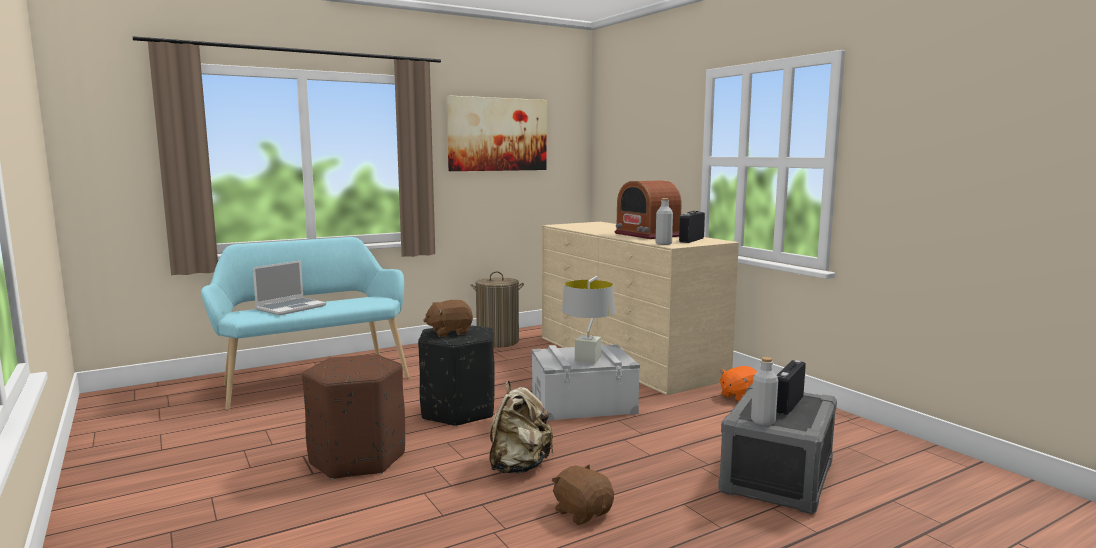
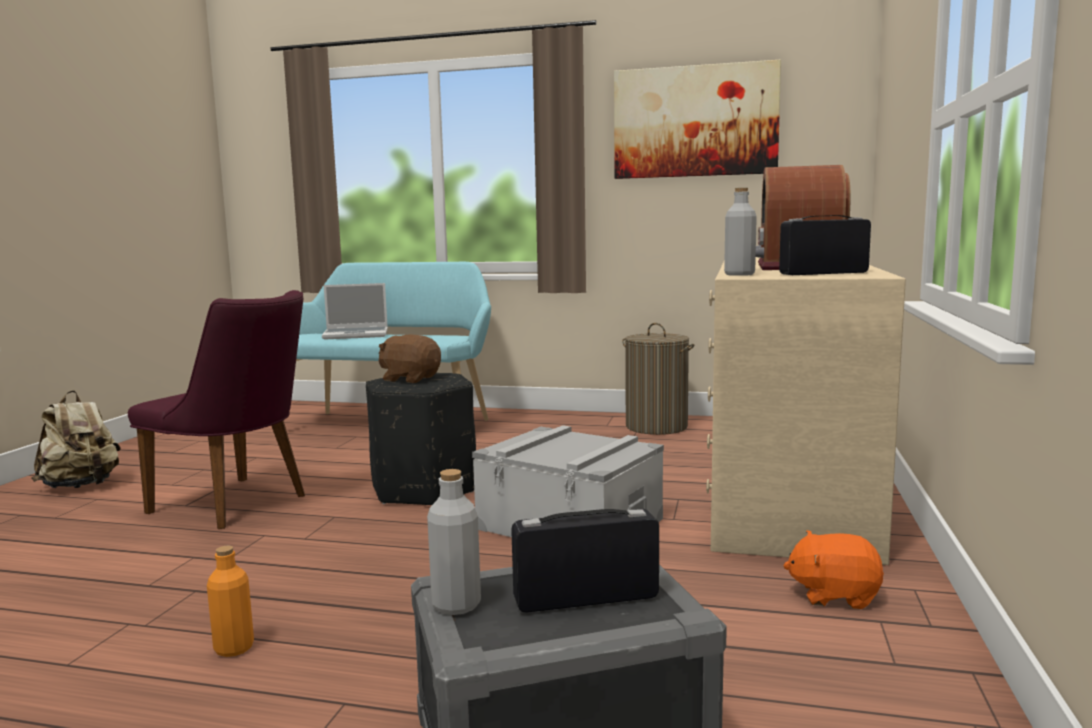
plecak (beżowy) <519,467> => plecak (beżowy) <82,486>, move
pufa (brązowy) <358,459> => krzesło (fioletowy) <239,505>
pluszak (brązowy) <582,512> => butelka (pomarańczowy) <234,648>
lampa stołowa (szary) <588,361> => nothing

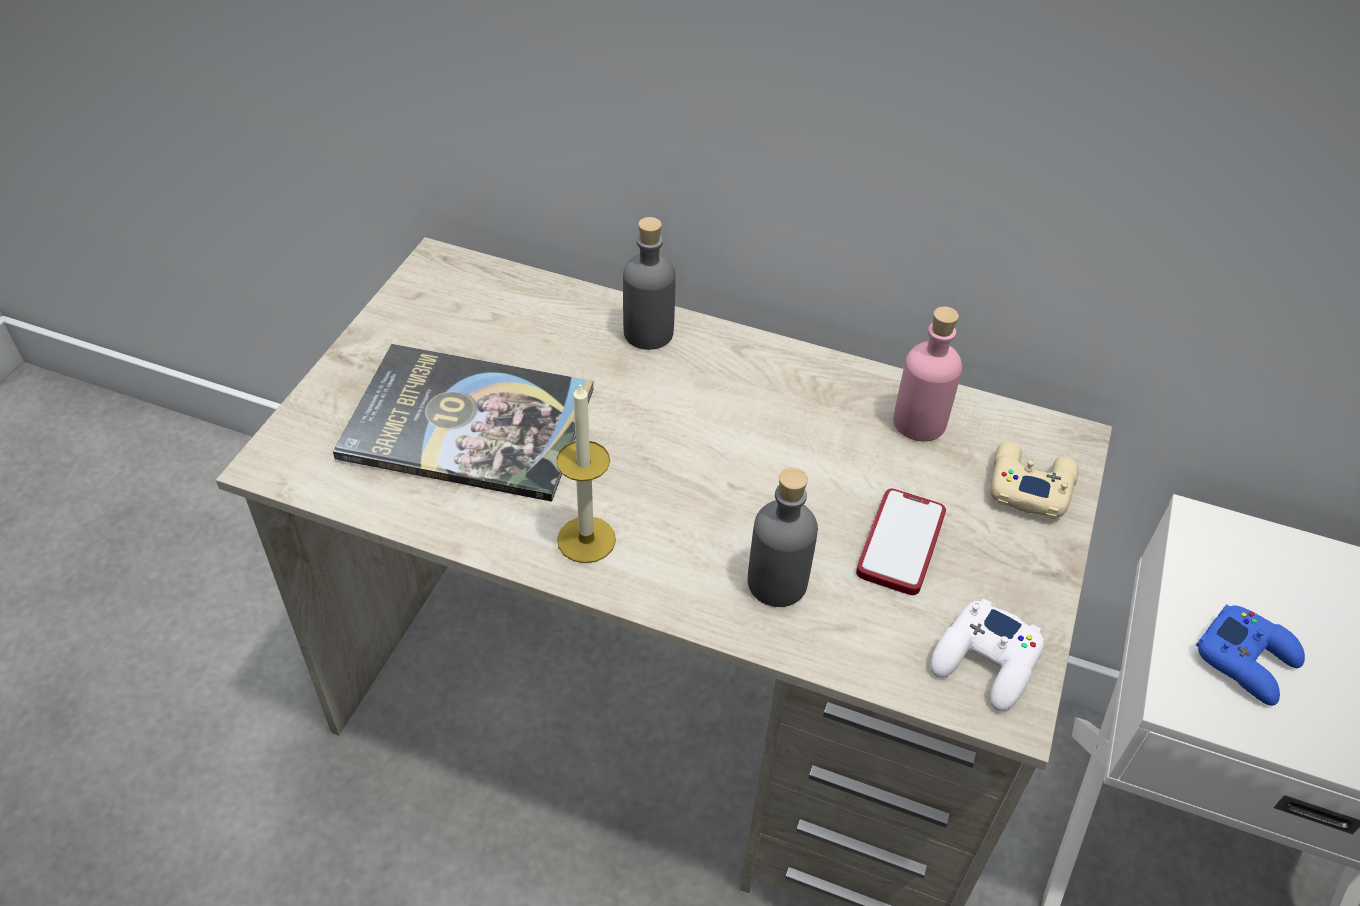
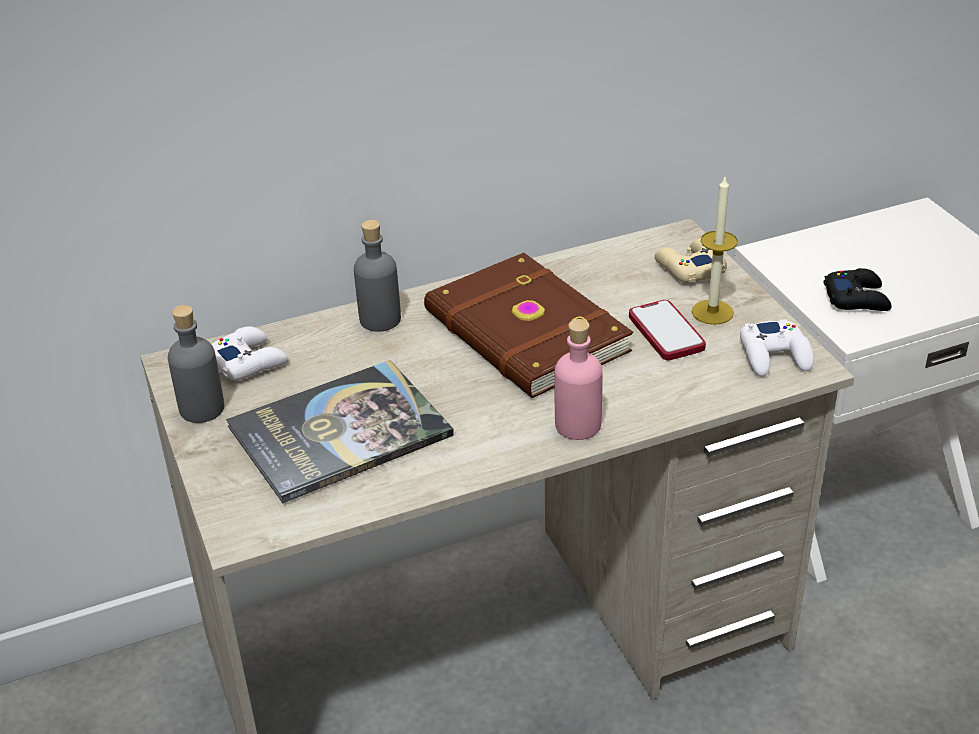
butelka (szary) <777,583> => butelka (szary) <202,408>, move
nothing => pad do gier (biały) <248,361>
nothing => książka (brązowy) <524,334>
butelka (różowy) <919,422> => butelka (różowy) <577,425>, move
świeca <586,539> => świeca <712,312>, move
pad do gier (niebieski) <1247,660> => pad do gier (czarny) <857,298>

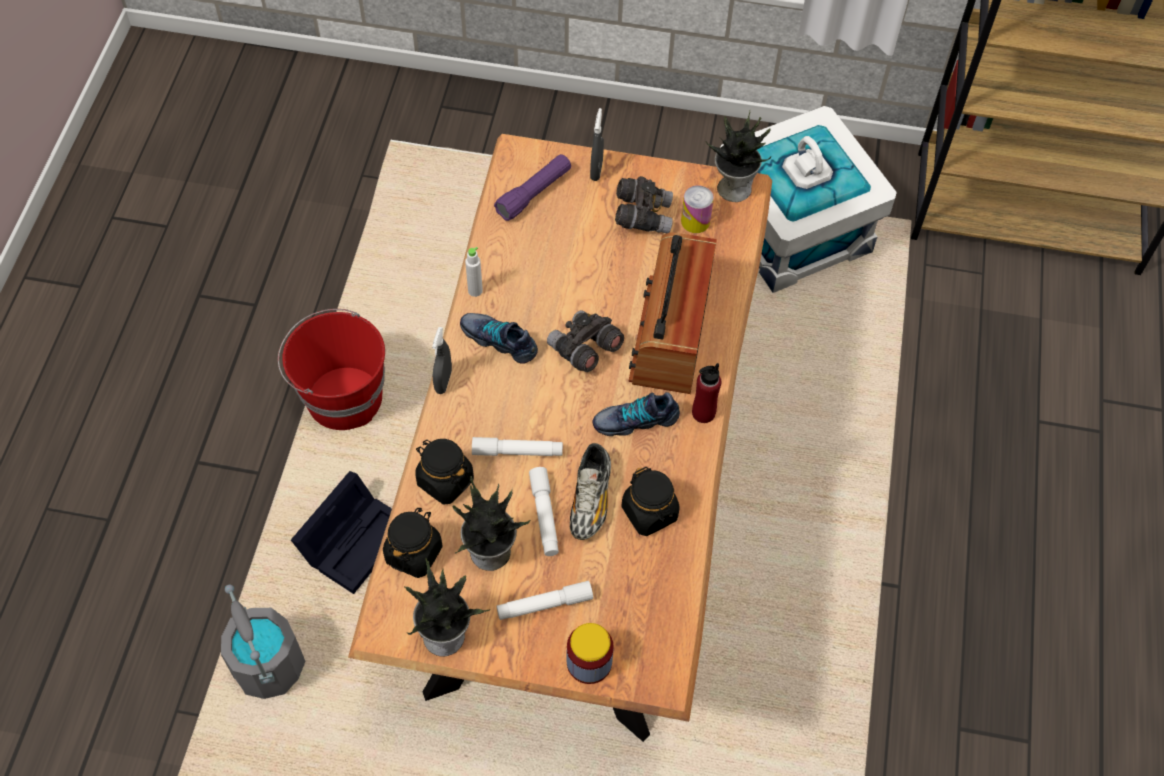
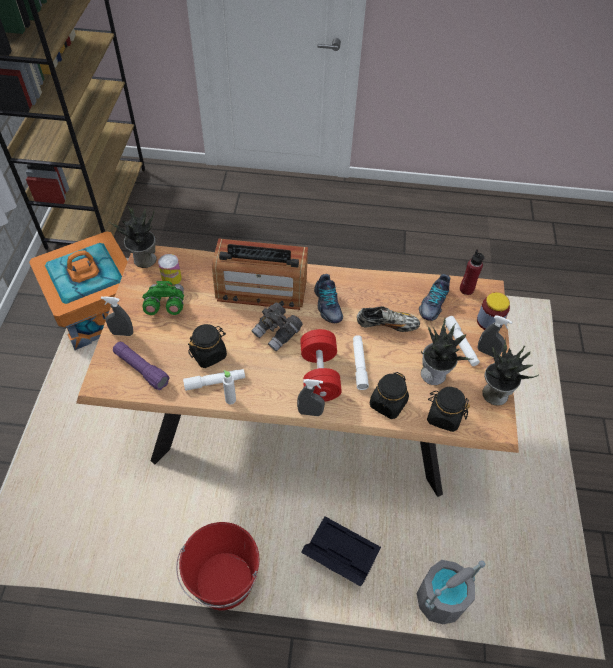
pojemnik do przechowywania (biały) <794,231> => pojemnik do przechowywania (pomarańczowy) <98,310>
lornetka (szary) <642,215> => lornetka (zielony) <165,306>
latarka (biały) <544,515> => latarka (biały) <215,382>, move
słoik (czarny) <650,512> => słoik (czarny) <209,354>, move
nothing => hantel (czerwony) <319,375>
but <499,340> => but <433,303>, move
butelka (czerwony) <703,413> => butelka (czerwony) <466,289>, move
nothing => spryskiwacz (szary) <487,352>

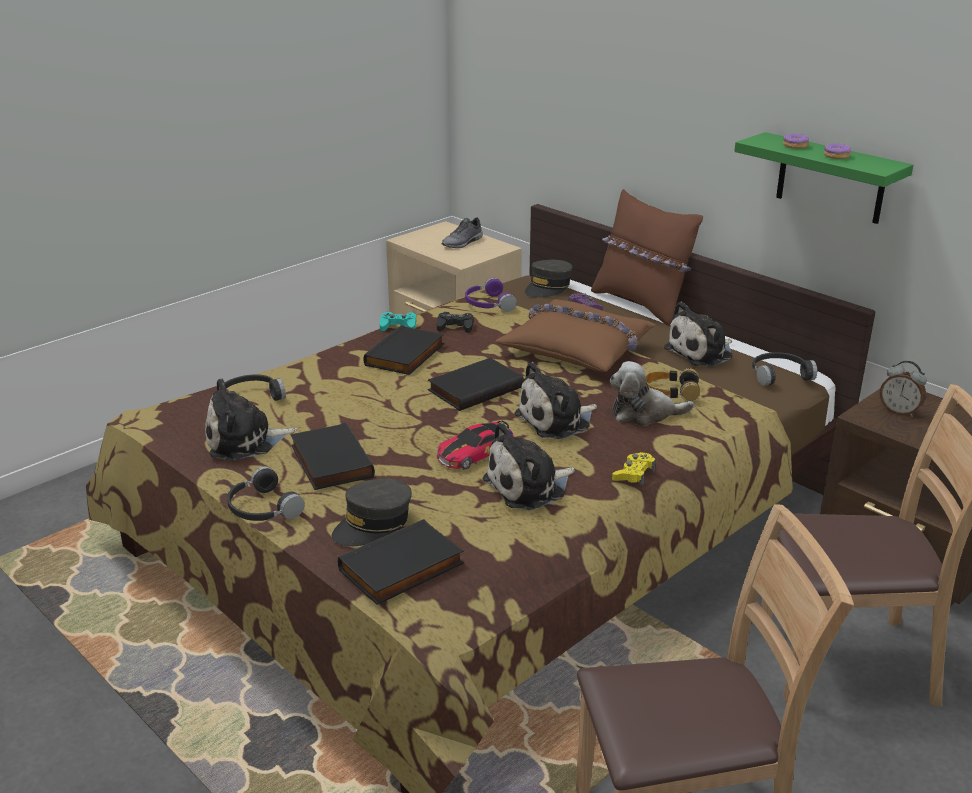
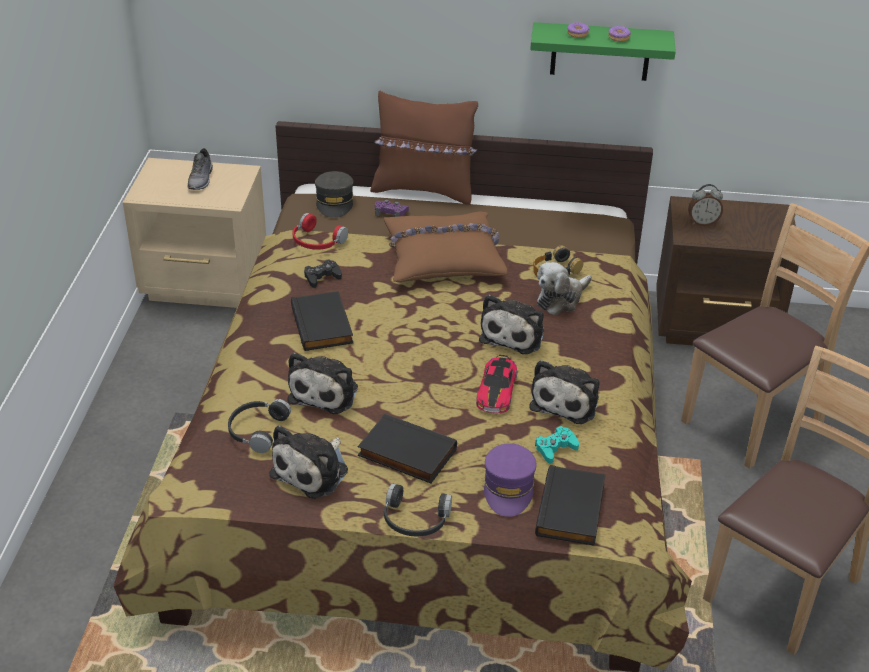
pluszak <702,352> => pluszak <326,391>, move
słuchawki (fioletowy) <487,304> => słuchawki (czerwony) <316,242>
czapka z daszkiem (szary) <373,524> => czapka z daszkiem (fioletowy) <509,487>
pad do gier (turkusowy) <398,326> => pad do gier (turkusowy) <555,448>, move
książka (czarny) <475,388> => nothing
pad do gier (żółty) <634,474> => nothing
słuchawki (czarny) <779,375> => nothing

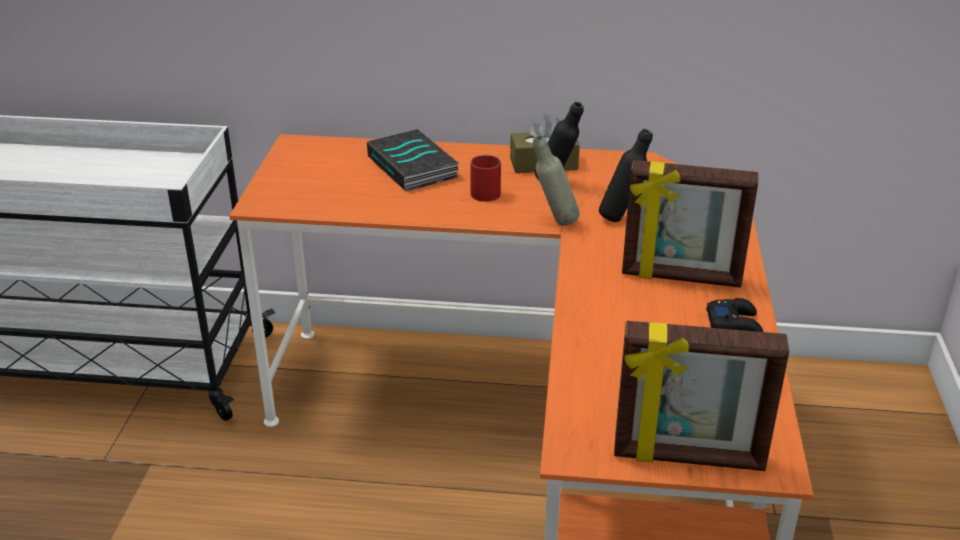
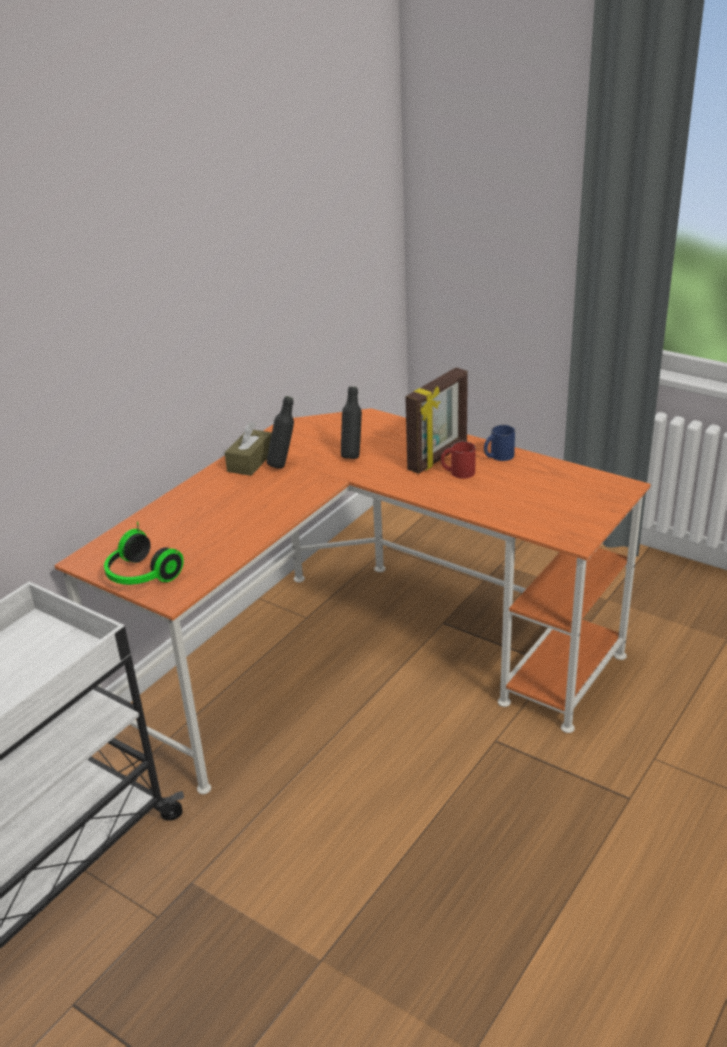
nothing => słuchawki <140,576>
kubek (czerwony) <483,191> => kubek (czerwony) <457,472>, move
pad do gier (czarny) <734,323> => kubek (niebieski) <498,456>
książka <414,167> => nothing
butelka (szary) <554,223> => nothing
ramka na zdjęcie <688,458> => nothing

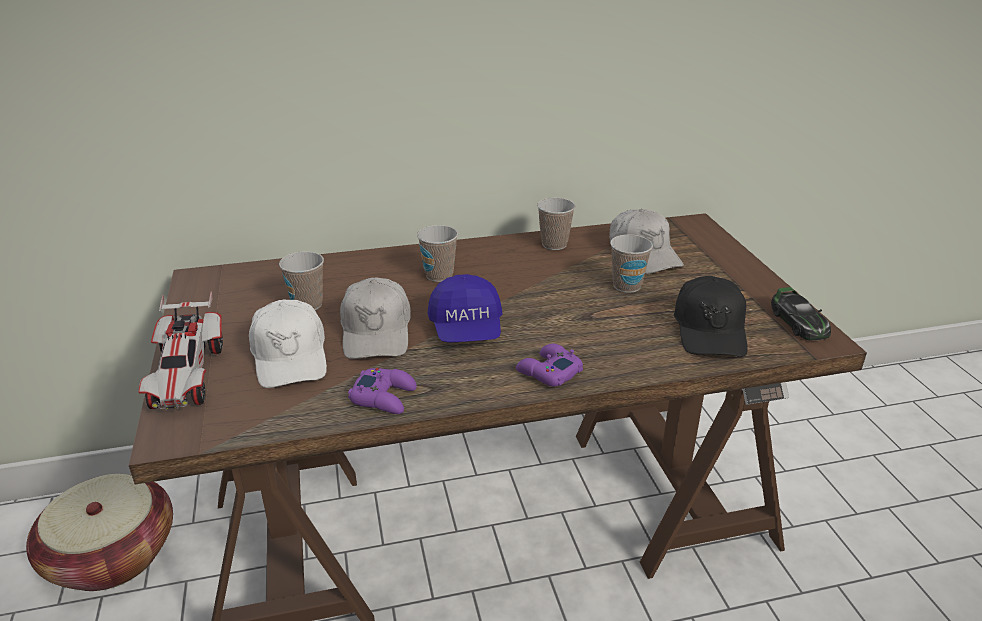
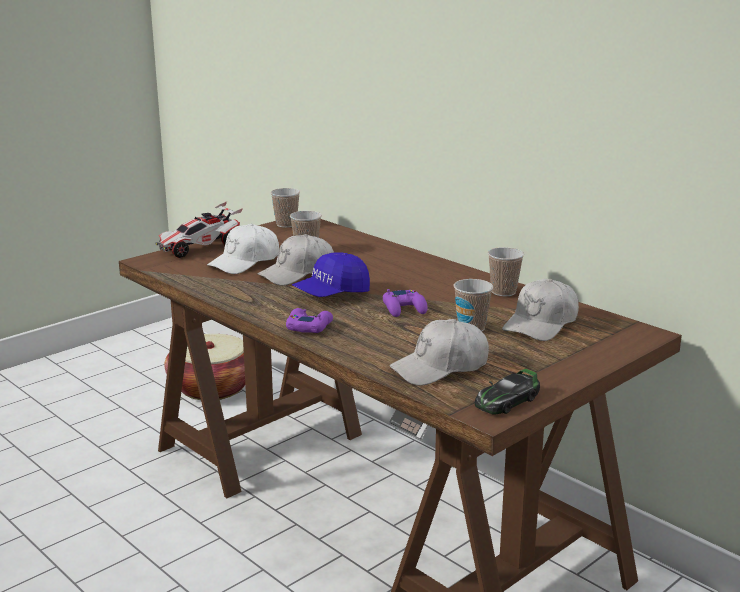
filiżanka <439,275> => filiżanka <286,224>, move
pad do gier (fioletowy) <384,397> => pad do gier (fioletowy) <404,308>, move
czapka z daszkiem (czarny) <710,330> => czapka z daszkiem (biały) <440,368>

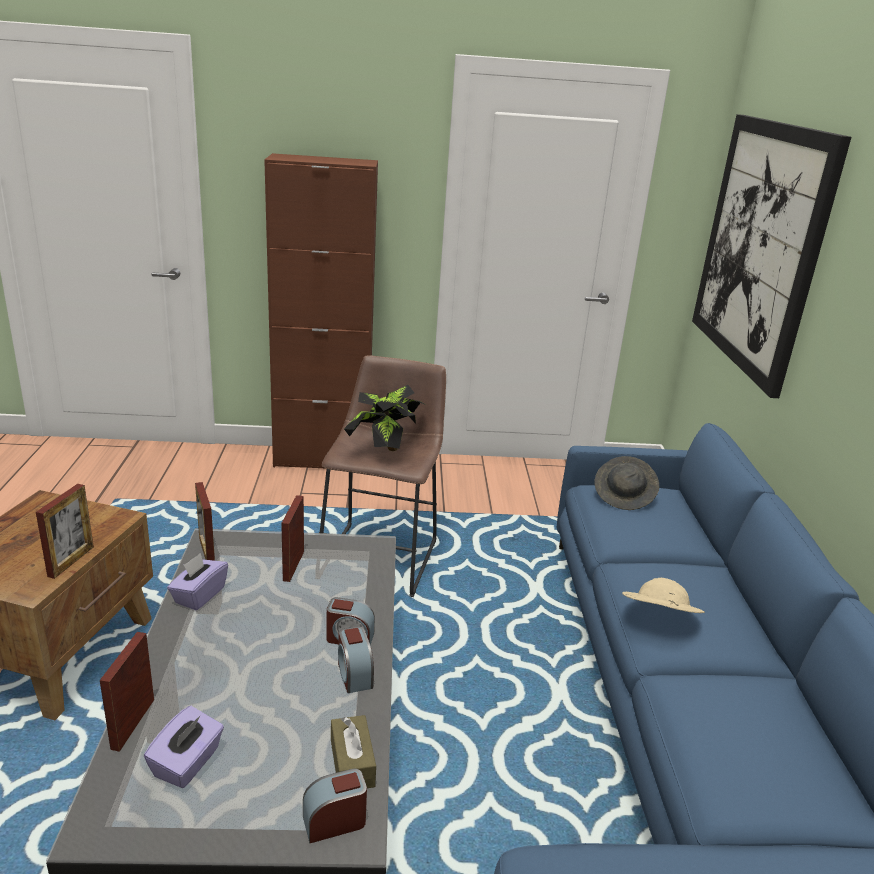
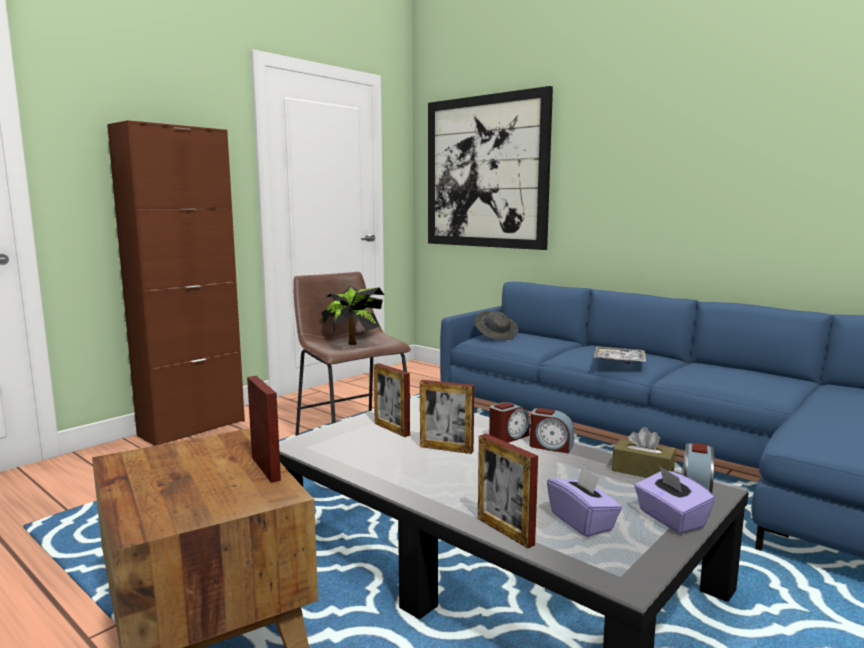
ramka na zdjęcie <207,551> => ramka na zdjęcie <446,449>, move
kapelusz (beżowy) <658,618> => taca <619,361>
pudełko chusteczek (fioletowy) <199,595> => pudełko chusteczek (fioletowy) <670,519>, move

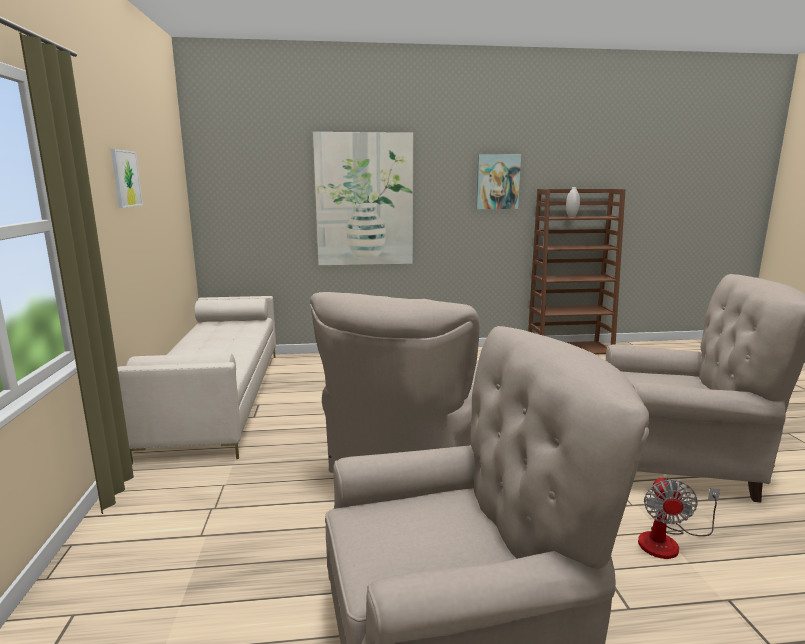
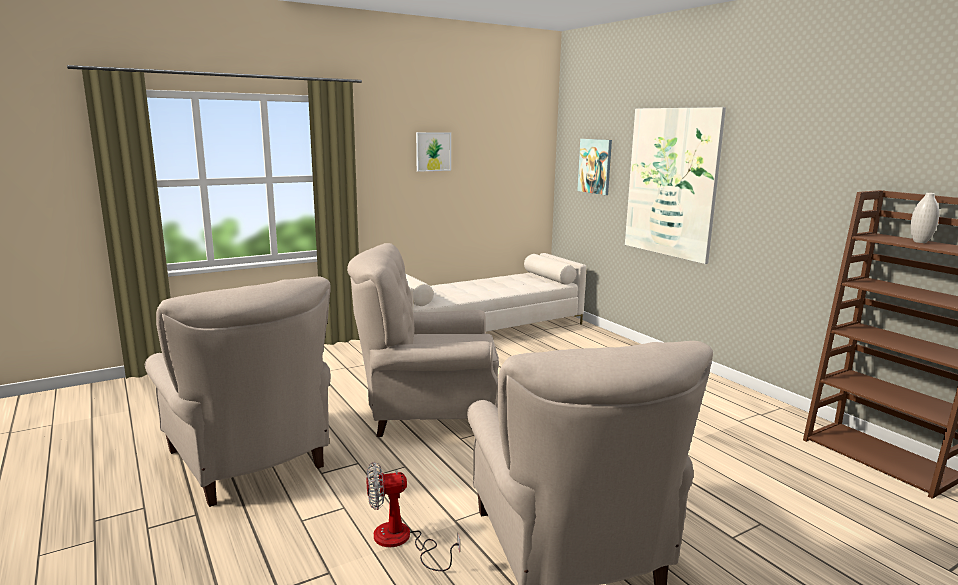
obraz <497,182> => obraz <595,166>, move

